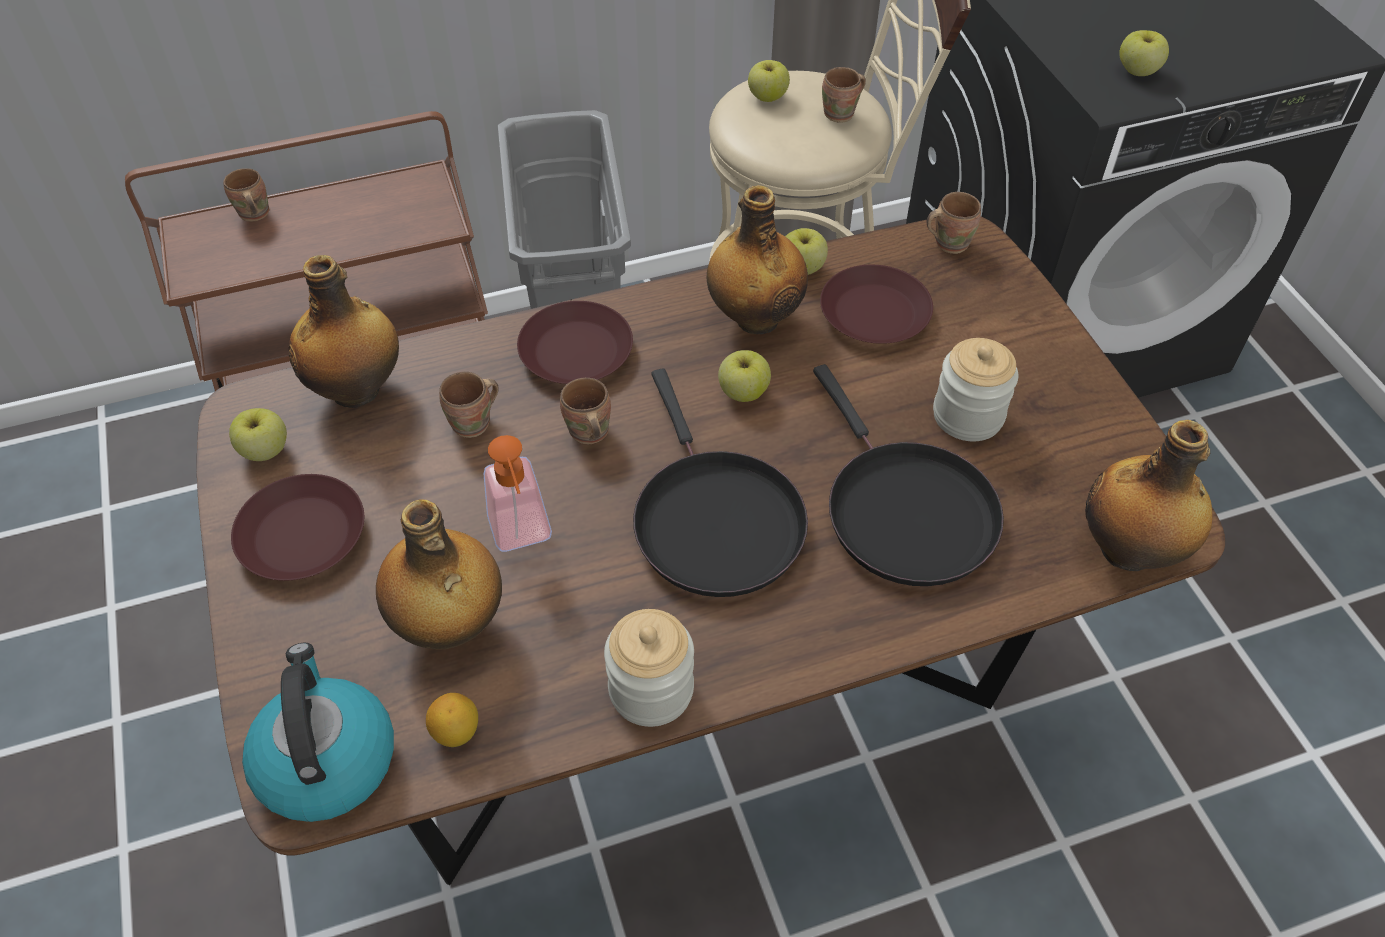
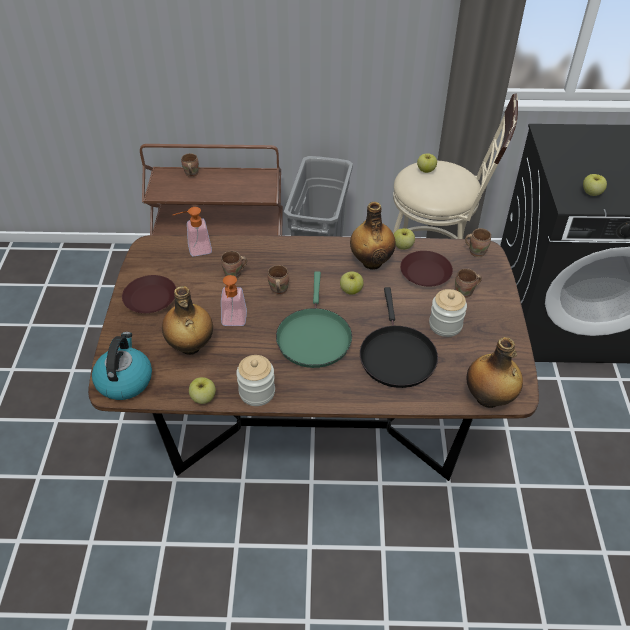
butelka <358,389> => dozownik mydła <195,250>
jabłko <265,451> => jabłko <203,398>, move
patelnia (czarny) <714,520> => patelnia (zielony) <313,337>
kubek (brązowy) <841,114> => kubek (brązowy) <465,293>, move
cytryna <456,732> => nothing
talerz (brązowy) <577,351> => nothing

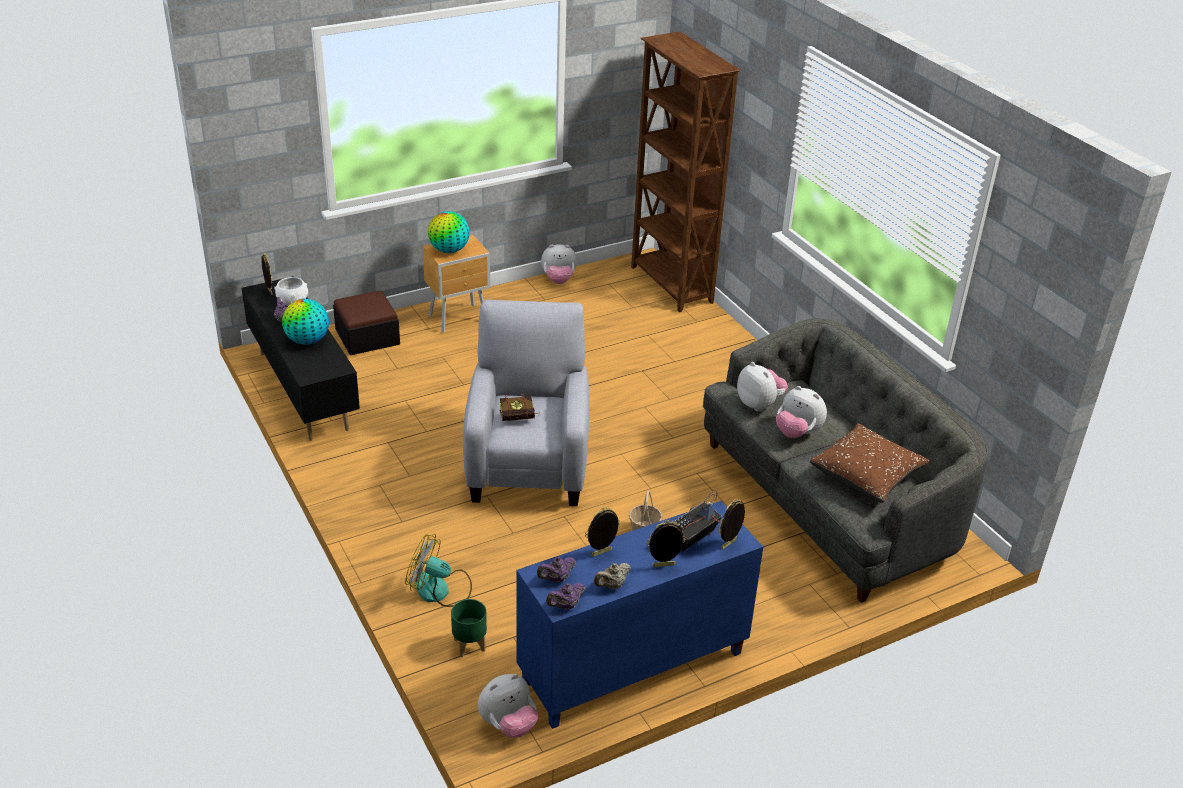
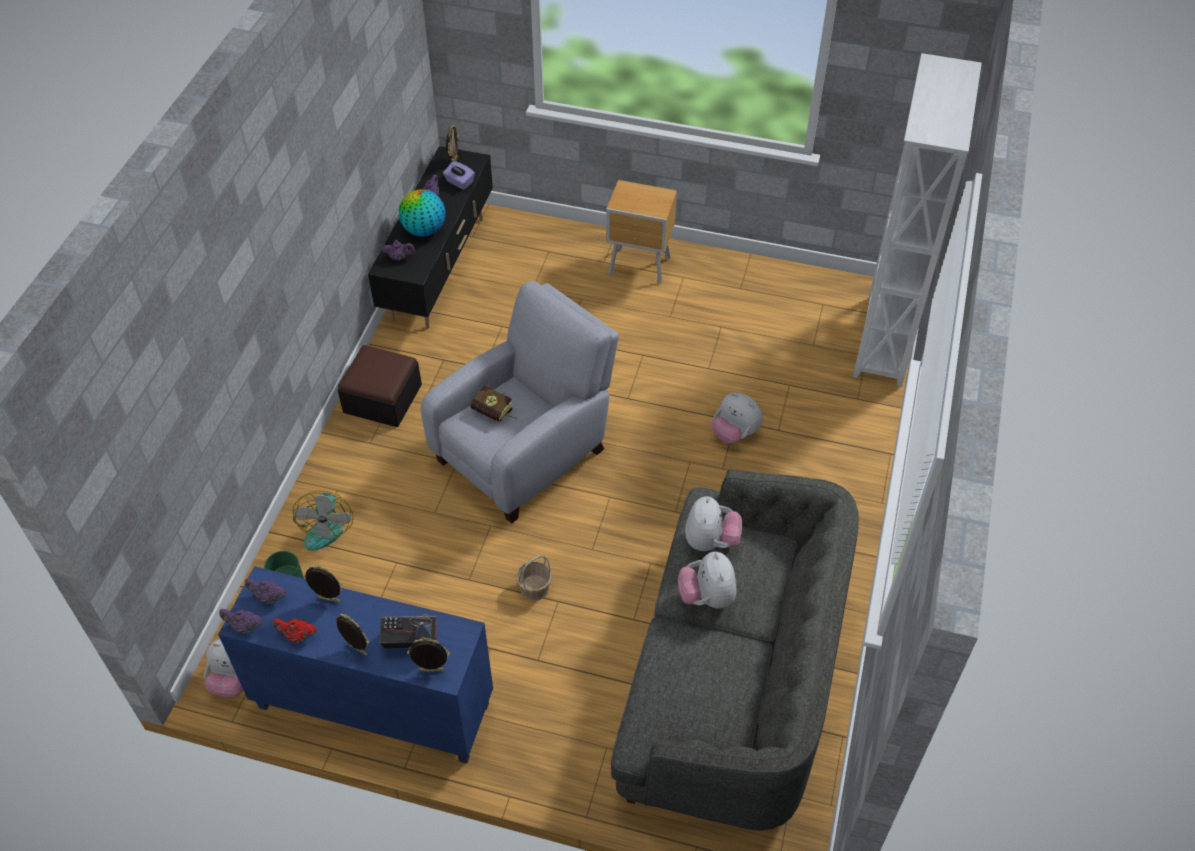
imbryk (beżowy) <612,586> => imbryk (czerwony) <297,636>
wentylator <440,590> => wentylator <325,526>, 150 degrees counterclockwise
pufa <367,337> => pufa <382,398>, move
nothing => imbryk (fioletowy) <399,258>
miska (biały) <293,301> => pudełko chusteczek (fioletowy) <459,182>
pluszak <558,280> => pluszak <734,433>, move
regał (brązowy) <671,285> => regał (biały) <883,341>
globus <449,250> => nothing
poduszka (brązowy) <866,475> => nothing

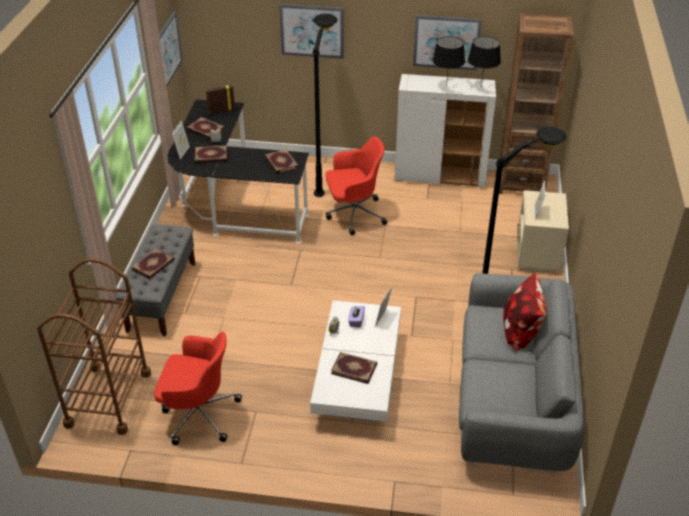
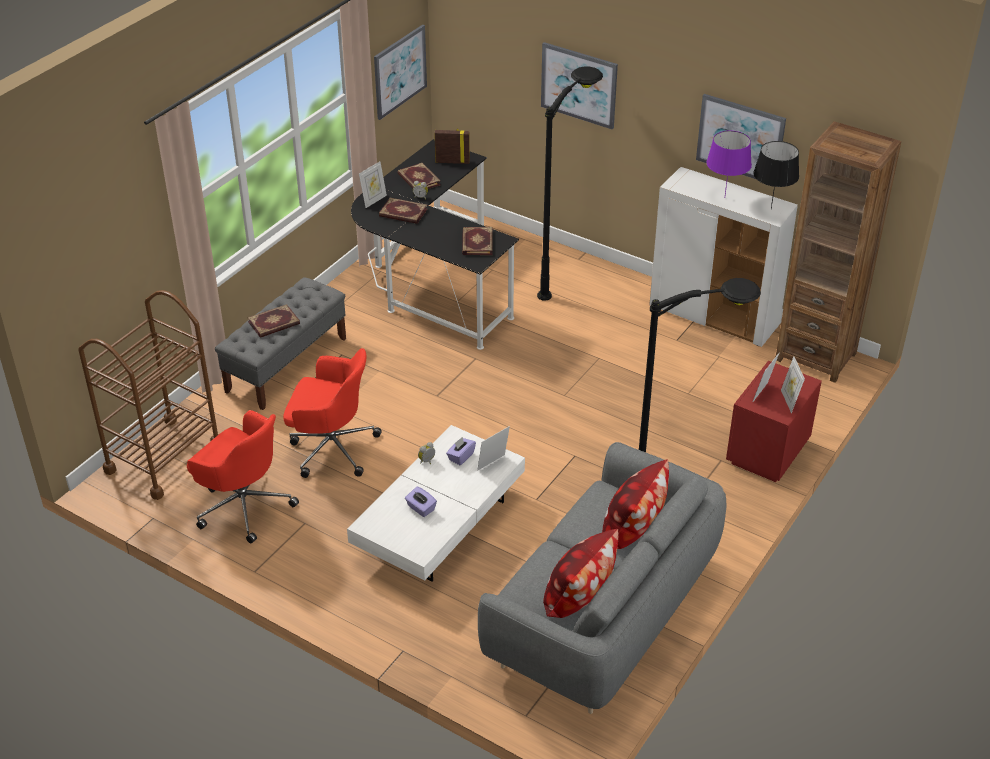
krzesło biurowe (czerwony) <353,214> => krzesło biurowe (czerwony) <331,447>, move
książka <354,368> => pudełko chusteczek (fioletowy) <421,508>
nothing => poduszka <580,597>
lampa stołowa (czarny) <446,87> => lampa stołowa (fioletowy) <724,198>
szafka nocna (beżowy) <536,256> => szafka nocna (czerwony) <766,454>
nothing => ramka na zdjęcie <789,401>

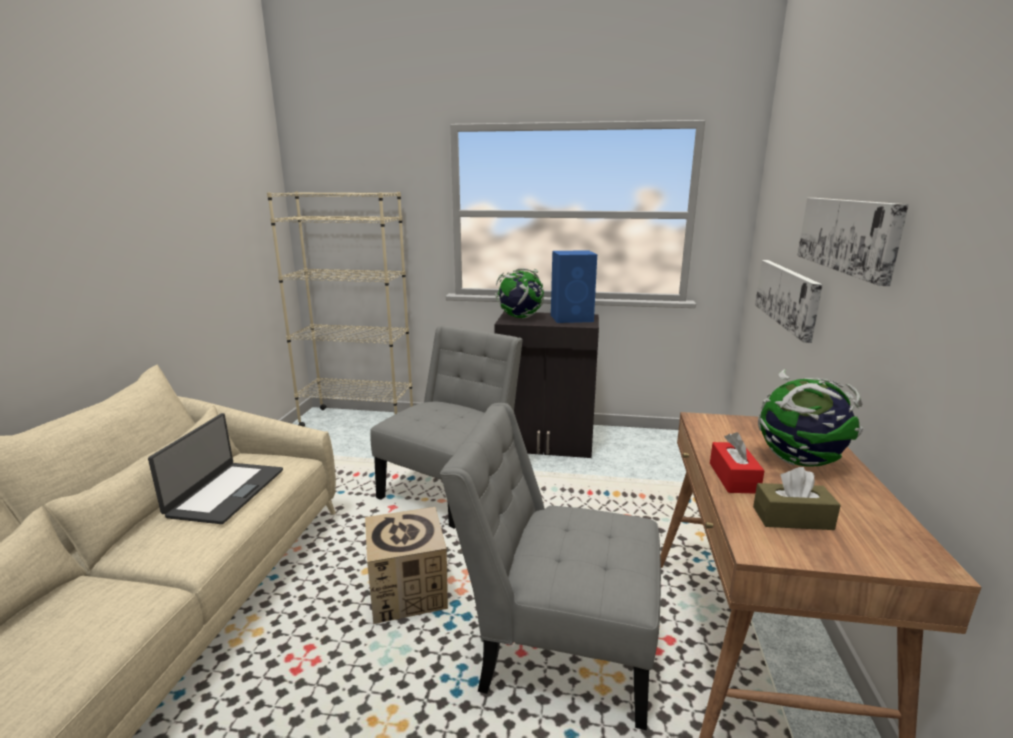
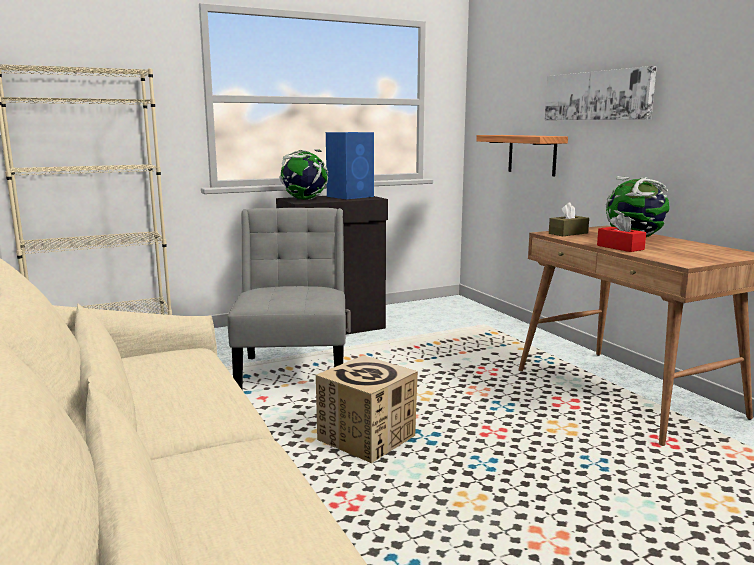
obraz <787,296> => półka <532,154>
pudełko chusteczek (brązowy) <792,518> => pudełko chusteczek (brązowy) <568,233>, move
laptop <225,492> => nothing
krzesło (szary) <558,644> => nothing

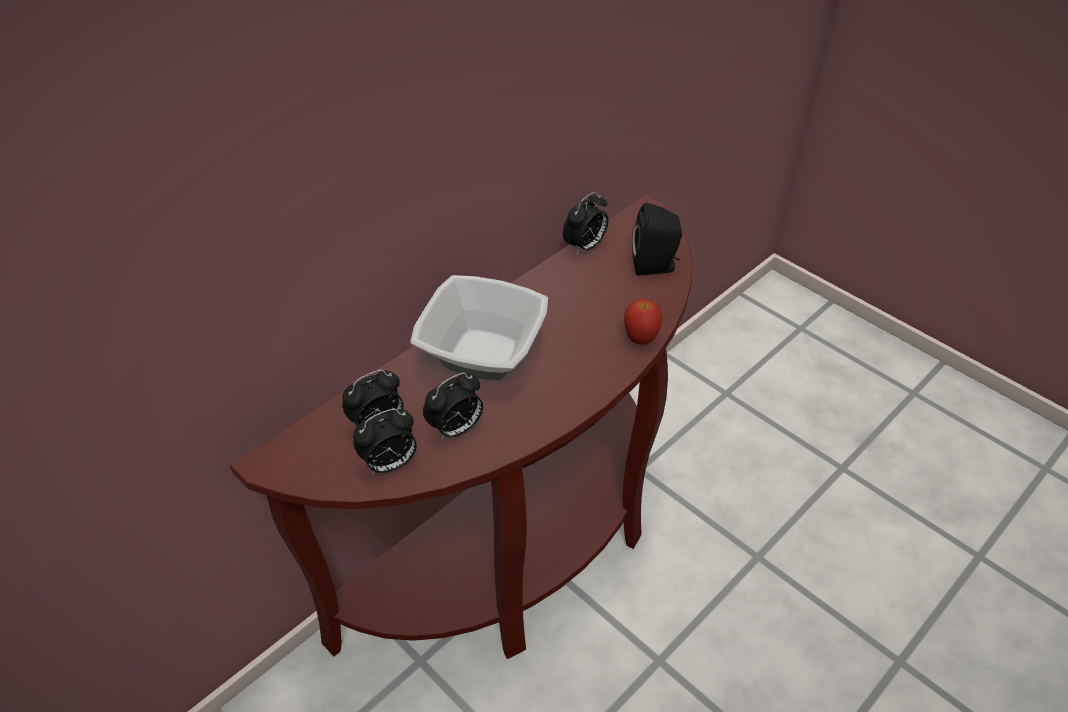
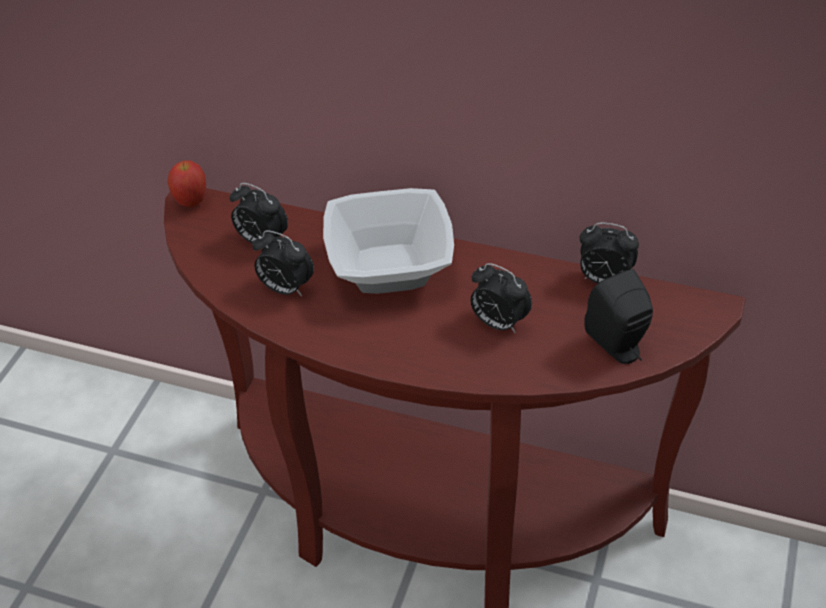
jabłko <640,339> => jabłko <191,202>, move
budzik <390,464> => budzik <498,323>, move

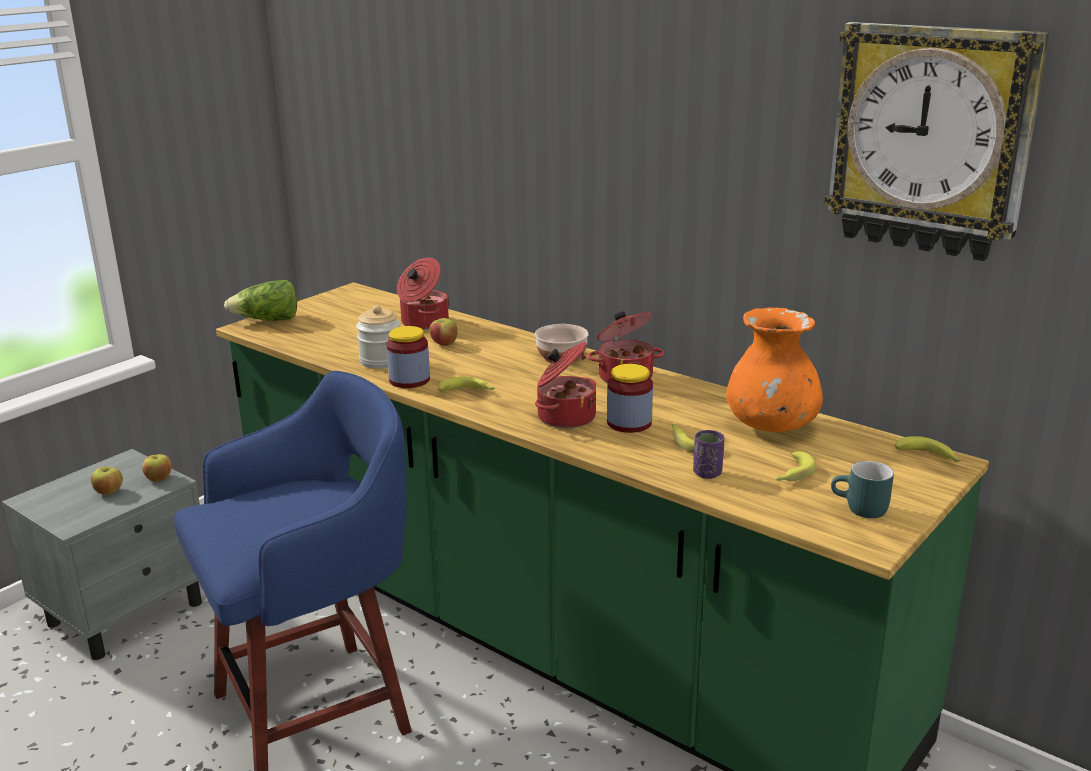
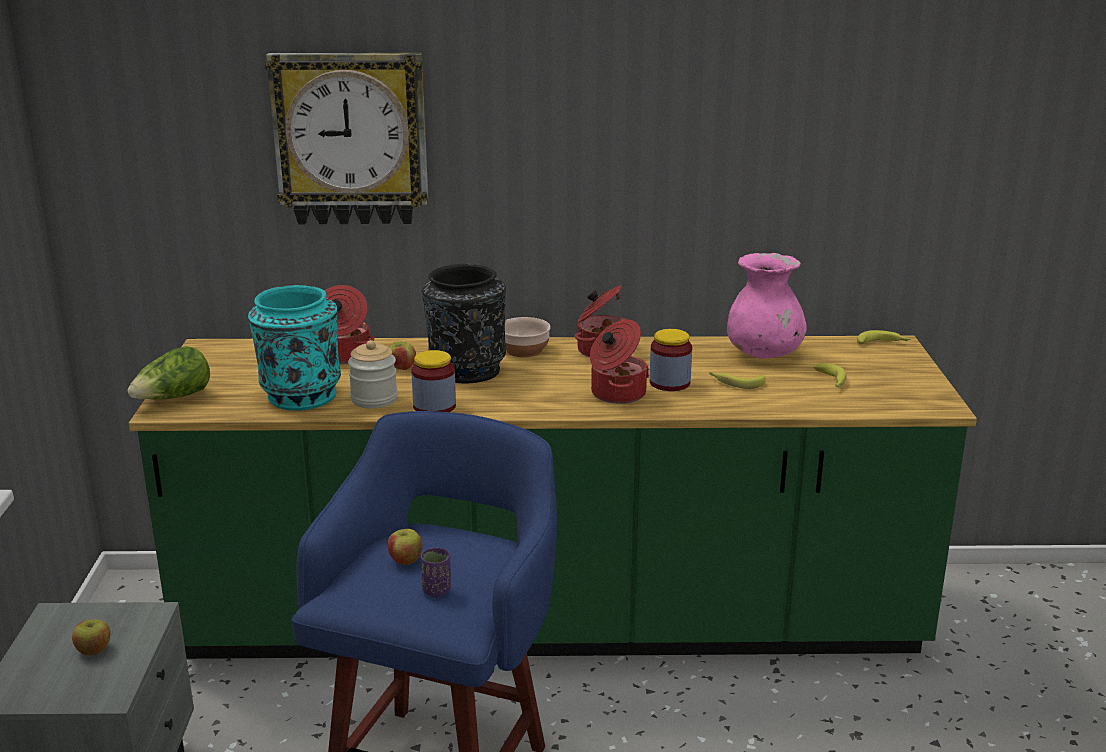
nothing => wazon (turkusowy) <300,396>
zegar ścienny <931,140> => zegar ścienny <351,139>, move
jabłko <159,479> => jabłko <405,560>, move
filiżanka (fioletowy) <707,473> => filiżanka (fioletowy) <436,590>, move
nothing => wazon (czarny) <466,370>
wazon (pomarańczowy) <772,427> => wazon (różowy) <764,354>
banan <468,392> => nothing
kubek (turkusowy) <860,510> => nothing

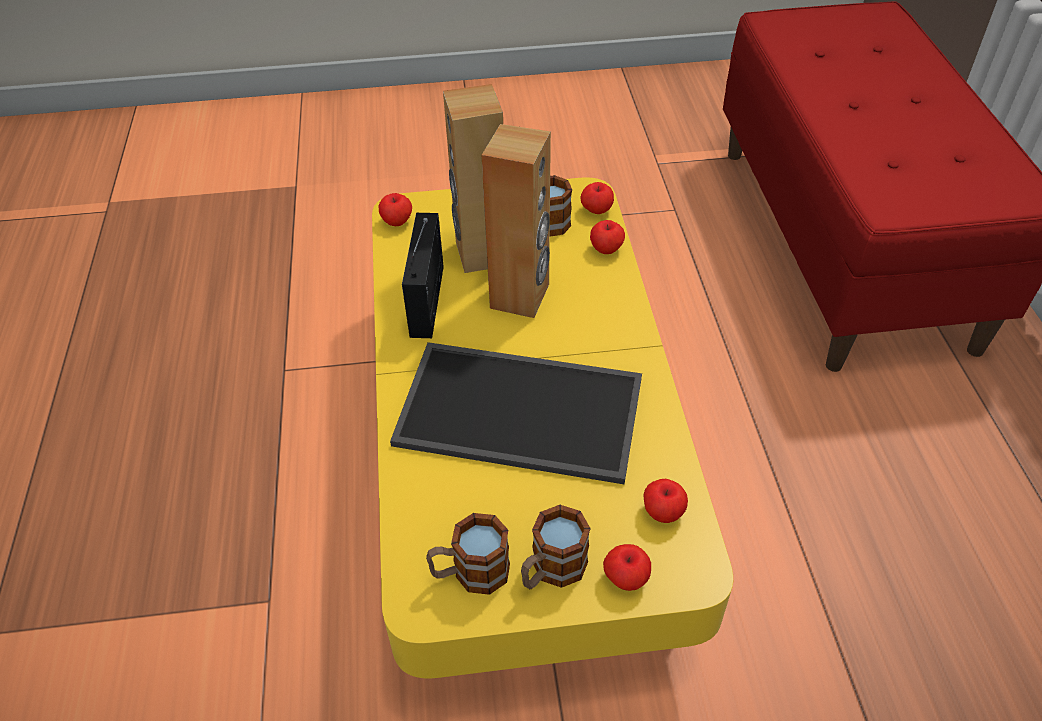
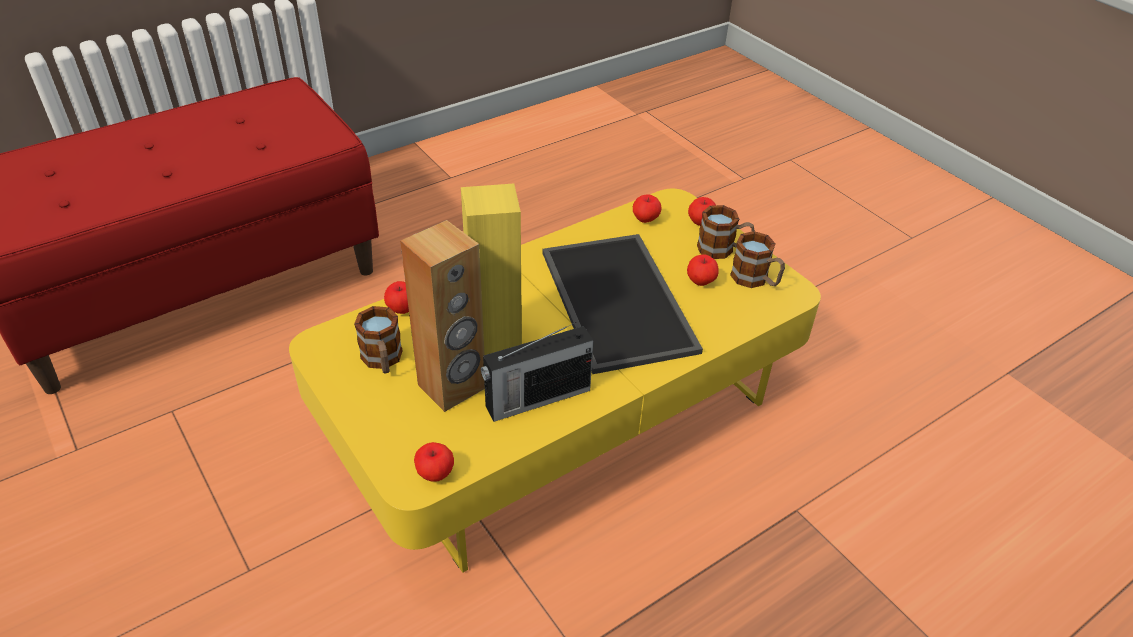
głośnik (brązowy) <520,296> => głośnik (żółty) <495,341>
jabłko <596,210> => jabłko <701,281>, move

